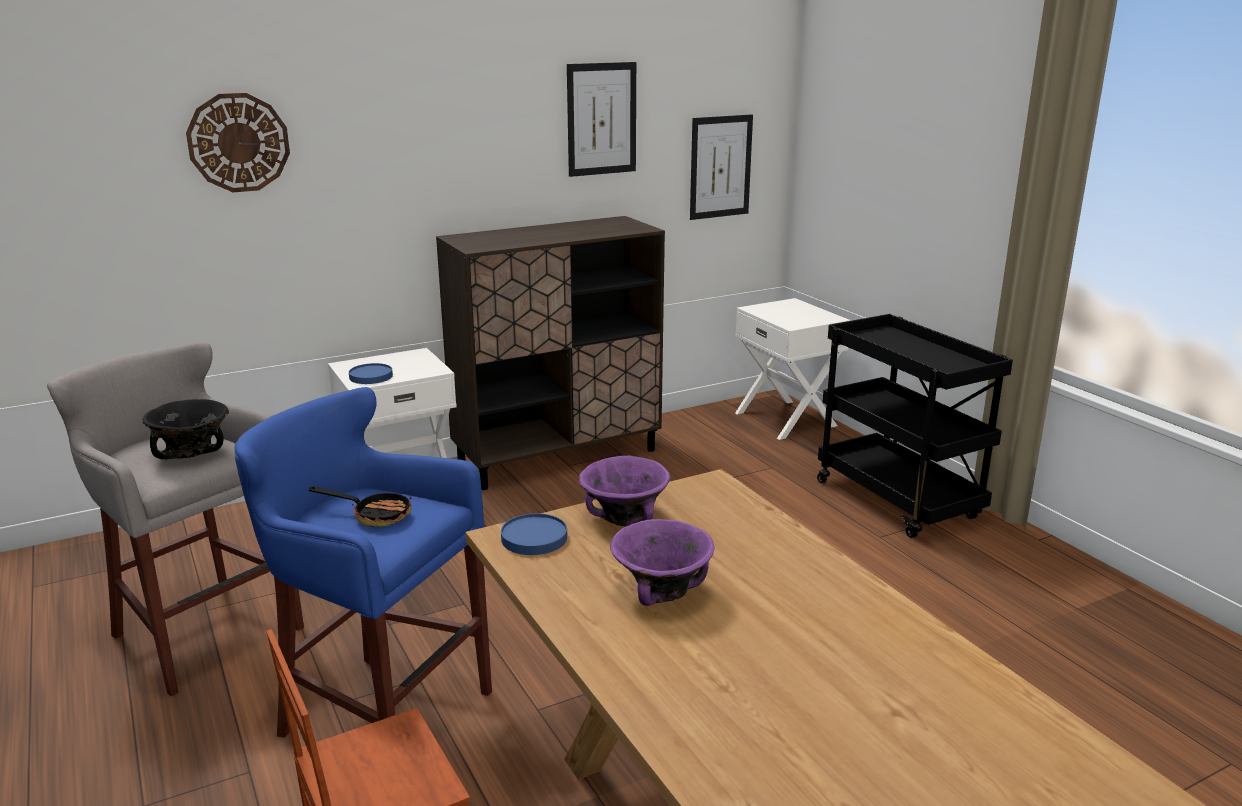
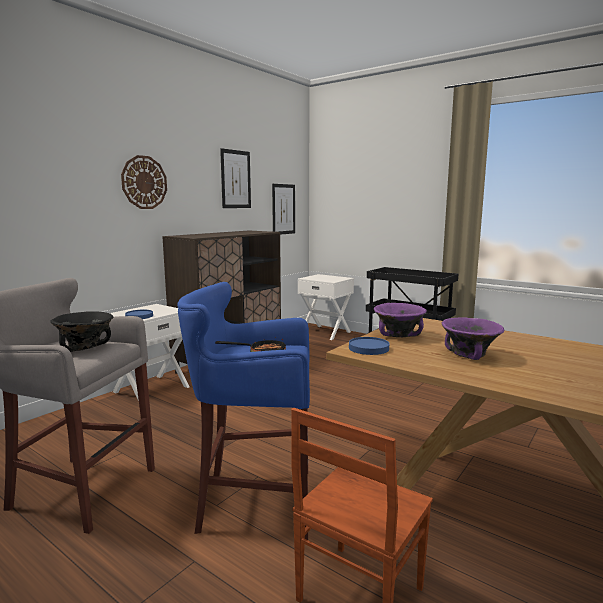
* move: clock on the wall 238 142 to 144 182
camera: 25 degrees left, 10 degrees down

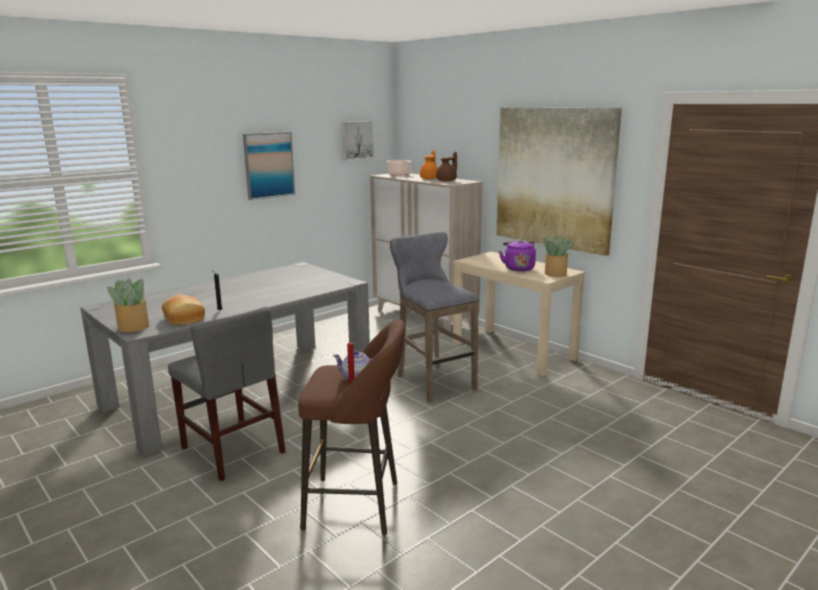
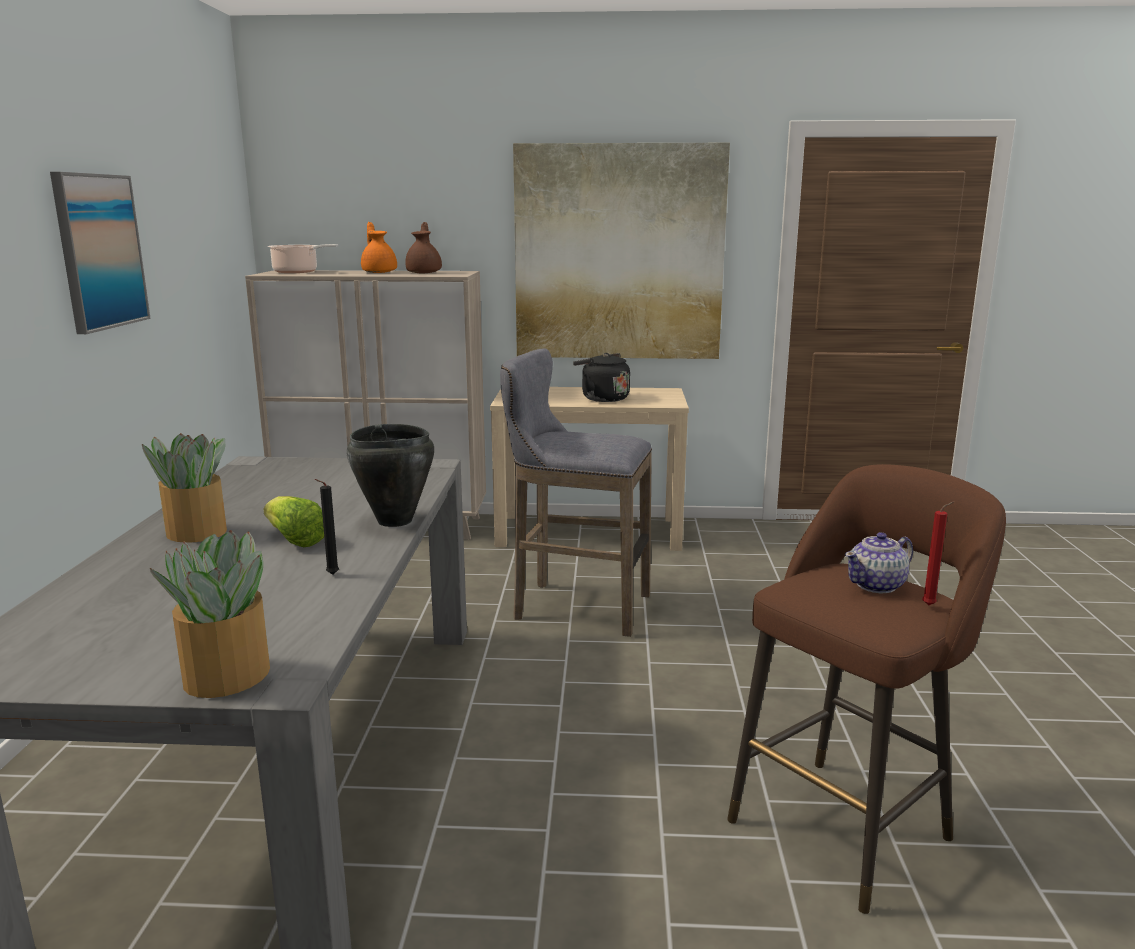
* delete: bakery bread 185 318
* delete: chair/greyish 232 450
* delete: wall picture 356 140
* recolor: water kettle/purple 518 268 to water kettle/blackish 602 398
* move: plant in a pot 555 274 to 195 532
* insert: head of lettuce 294 540
* insert: cooking pot/blackish 394 521
camera: 45 degrees left, 0 degrees up

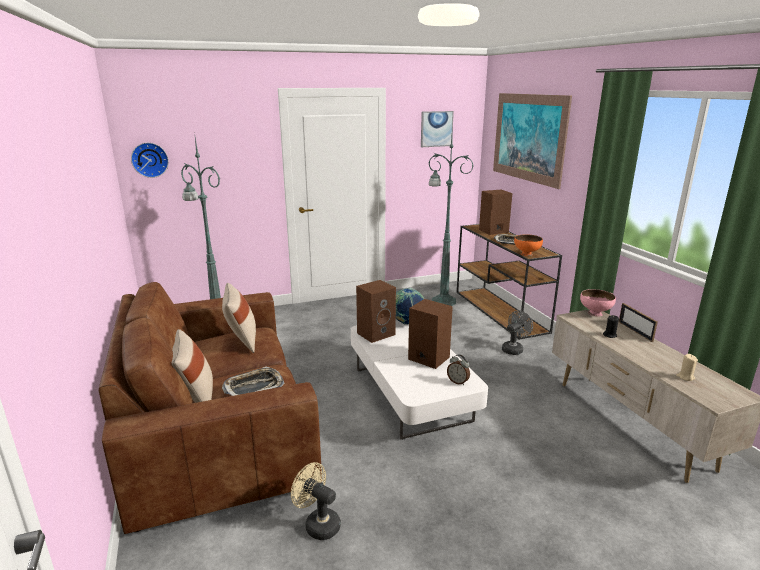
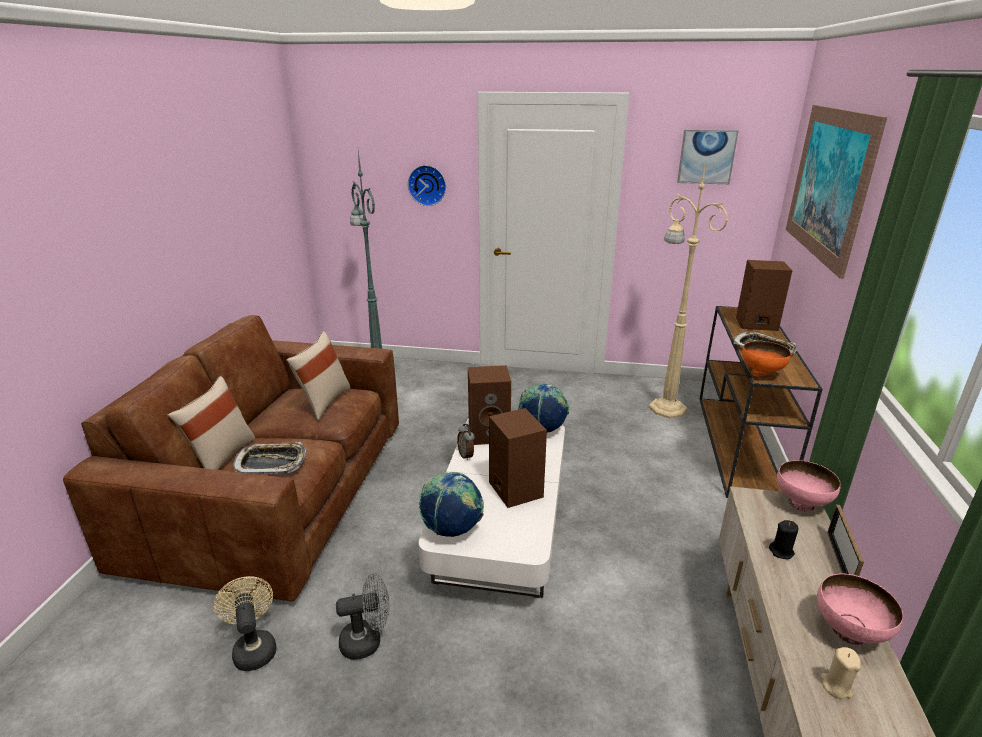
* move: clock on the wall 150 159 to 427 185
* recolor: standing lamp/green 442 301 to standing lamp/sand-coloured 666 407
* move: table clock 458 382 to 466 455
* move: fan/greyish 514 349 to 367 641
* insert: globe 452 529
* insert: deep dish/pink 848 632
camera: 30 degrees right, 5 degrees up

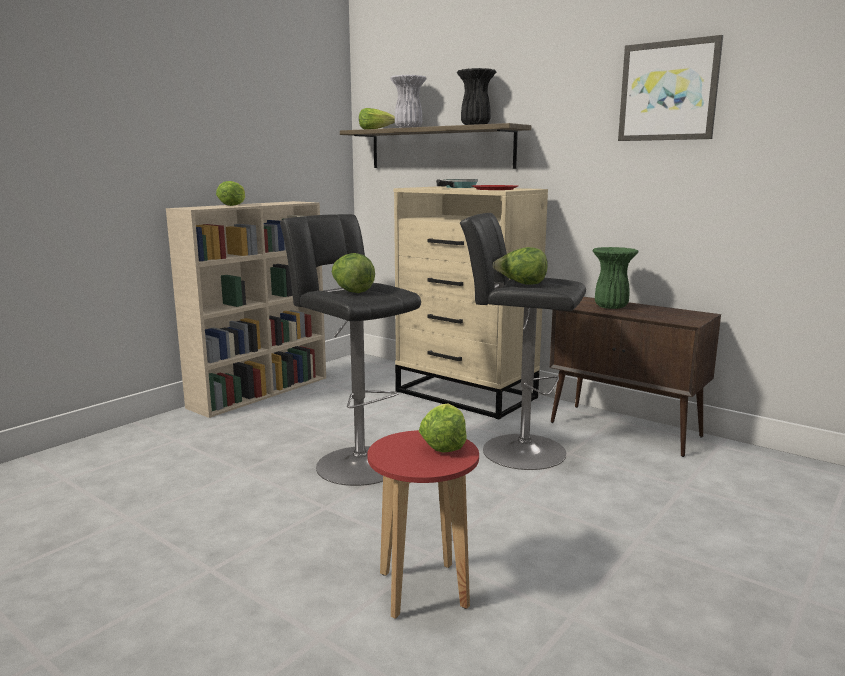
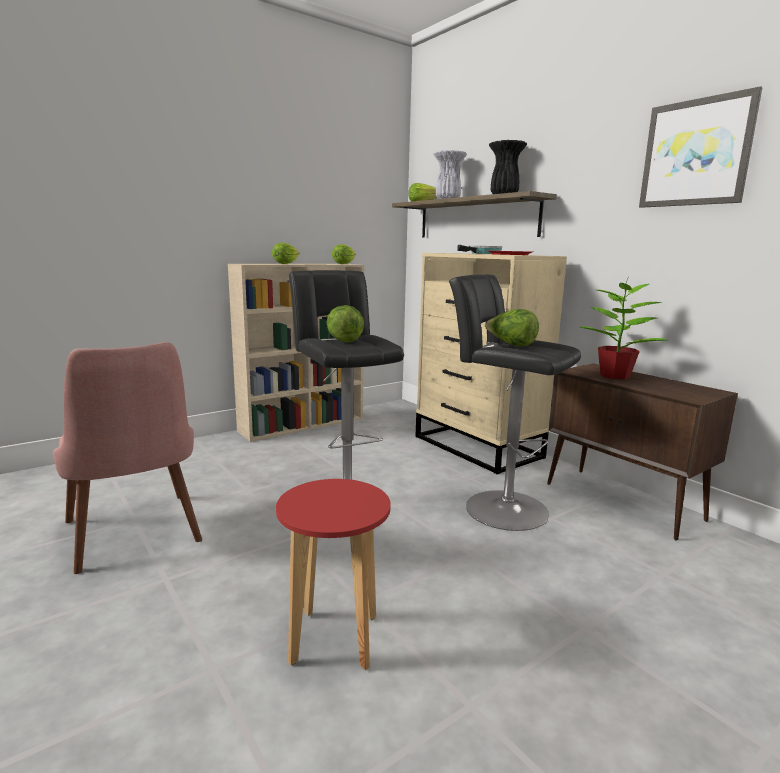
* move: head of lettuce 443 444 to 344 264
* replace: flower vase/green 611 307 to plant in a pot 615 376
* insert: chair/pink 137 539
camera: 15 degrees right, 0 degrees up

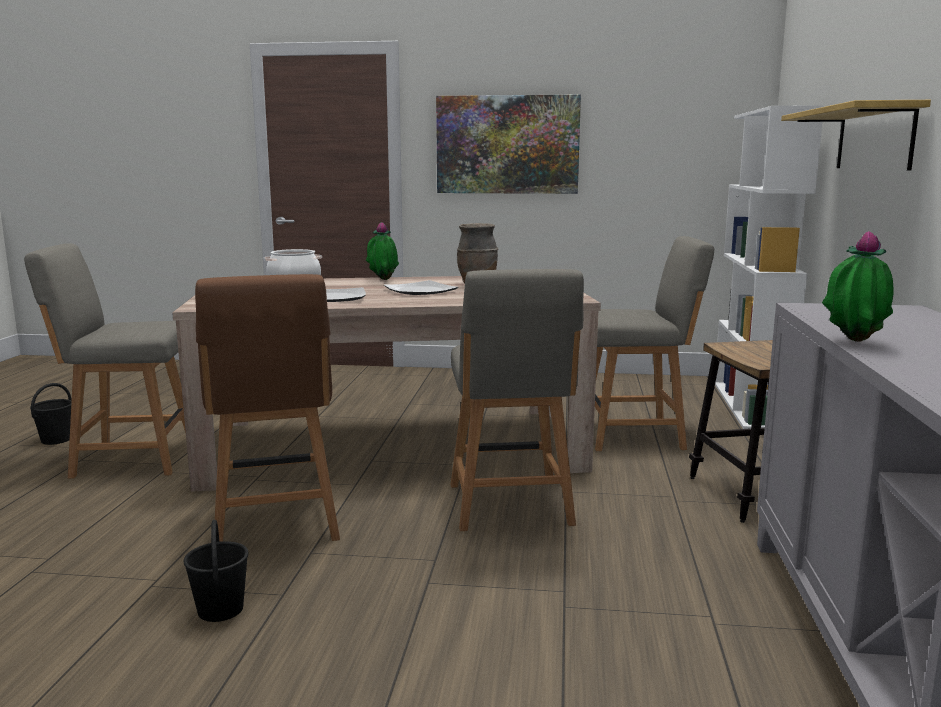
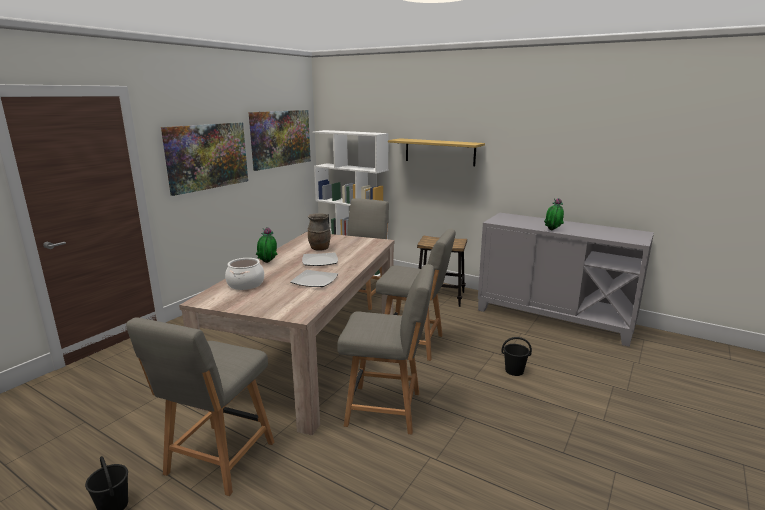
* move: bucket/blackish 220 610 to 514 371
* recolor: chair/brown 276 524 to chair/greyish 387 409
* insert: wall picture 280 138
camera: 65 degrees left, 5 degrees up

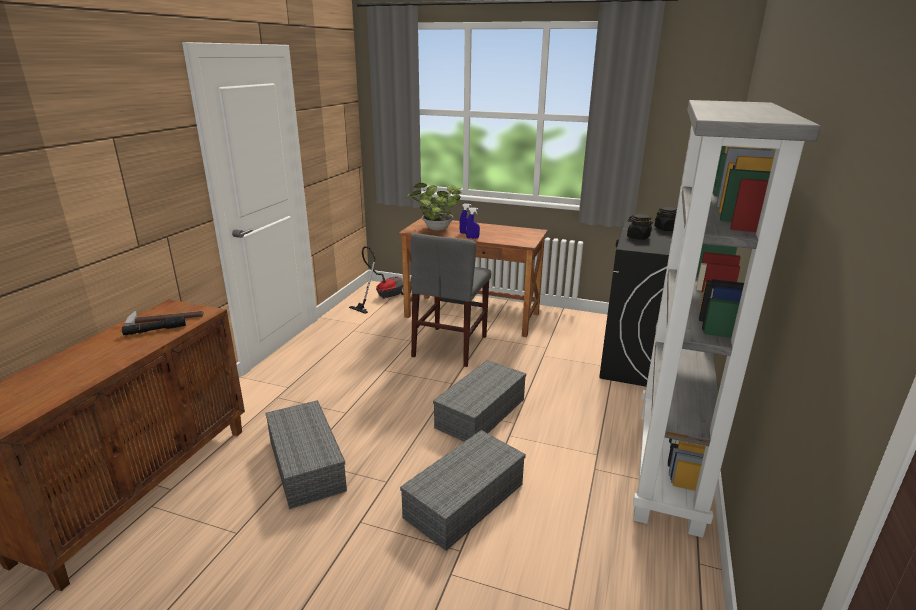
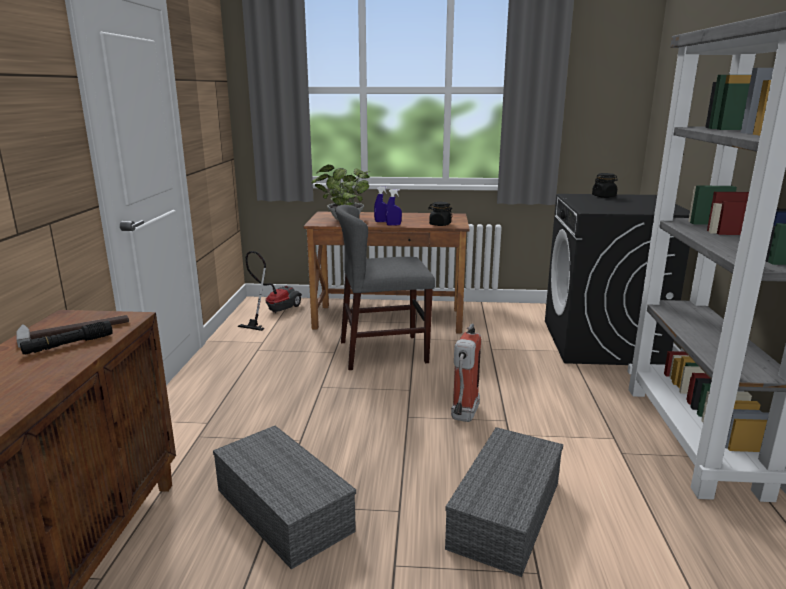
* rotate: chair/greyish 450 346 = 383 352 75 degrees clockwise
* replace: storage box/greyish 480 414 to fire extinguisher 463 417
* move: storage jar/blackish 638 237 to 440 224
camera: 15 degrees left, 5 degrees down

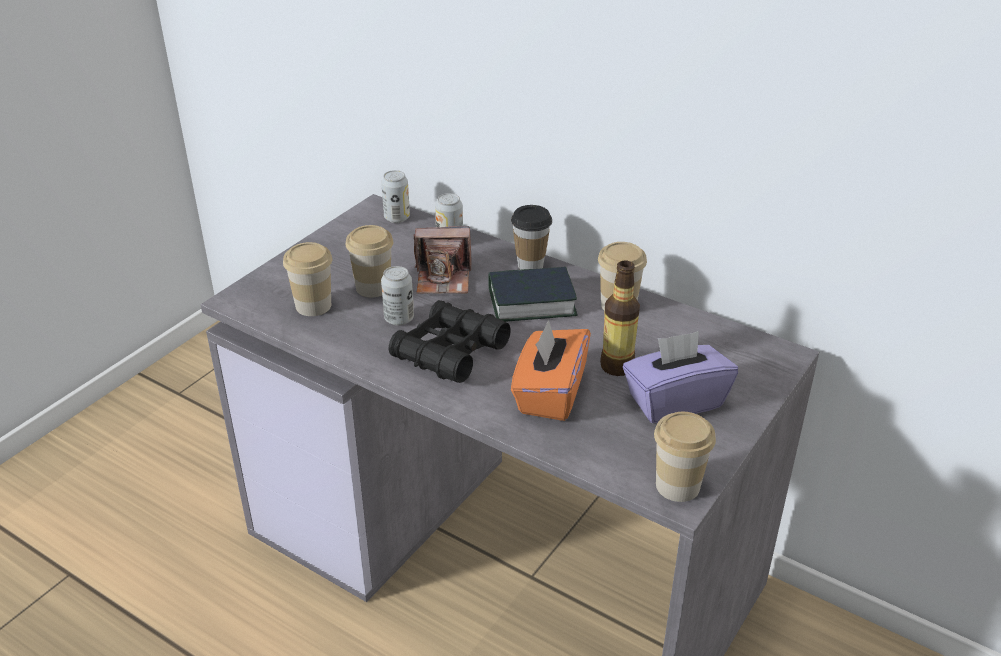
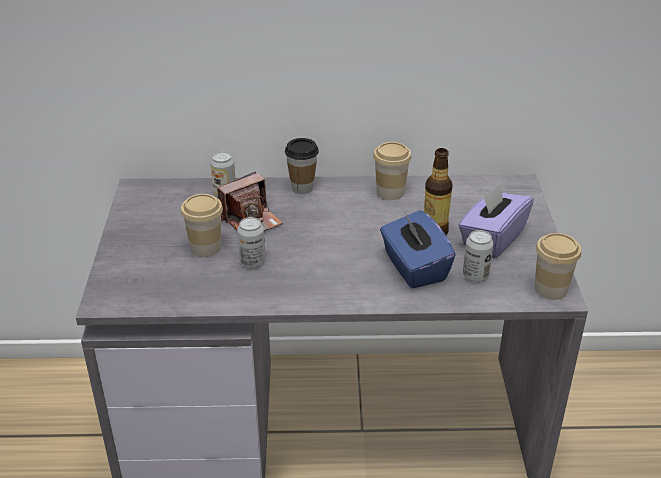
* delete: drinking cup 313 305
* move: sealed can 397 218 to 475 275
* delete: field glasses/blackish 449 352
* delete: bound book 531 302
* recolor: tissue holder/orange 549 394 to tissue holder/blue 414 268
camera: 35 degrees left, 0 degrees up

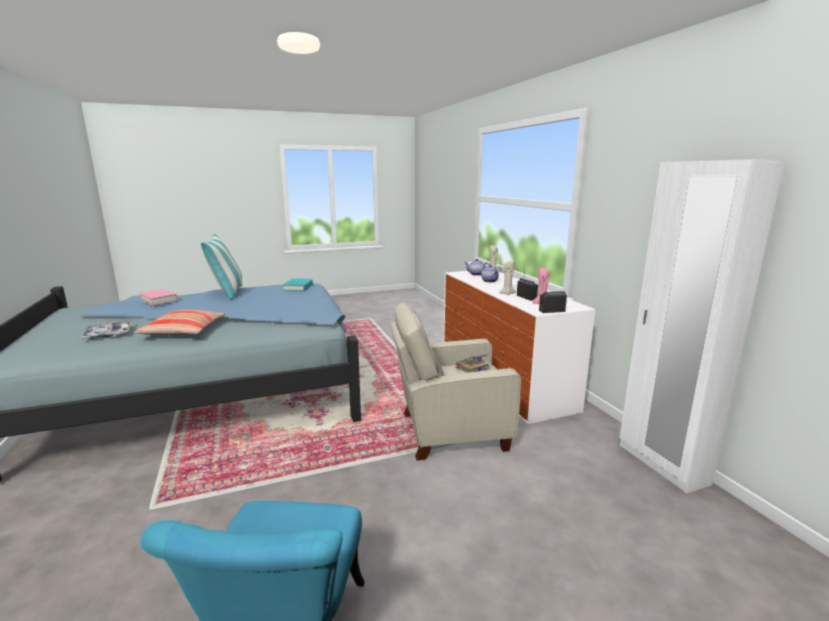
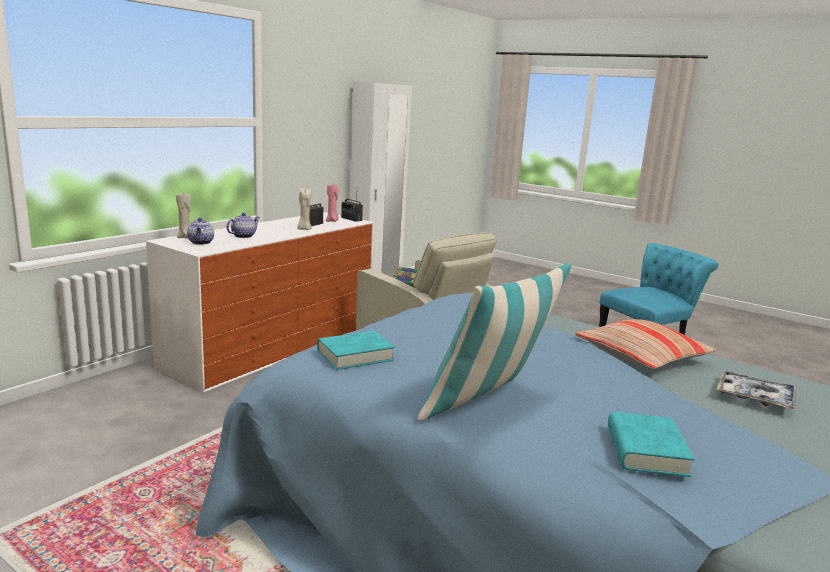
* recolor: bound book/pink 159 300 to bound book/turquoise-coloured 646 451
camera: 125 degrees left, 0 degrees up

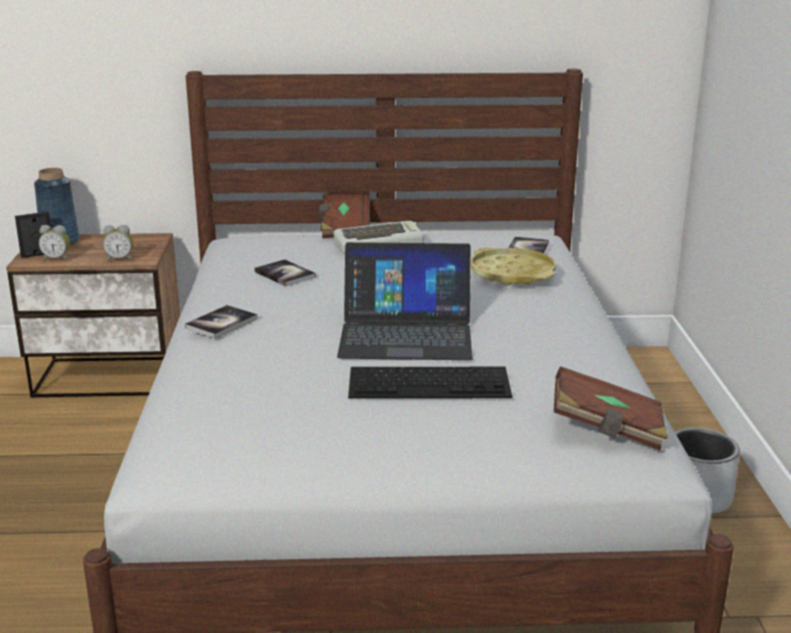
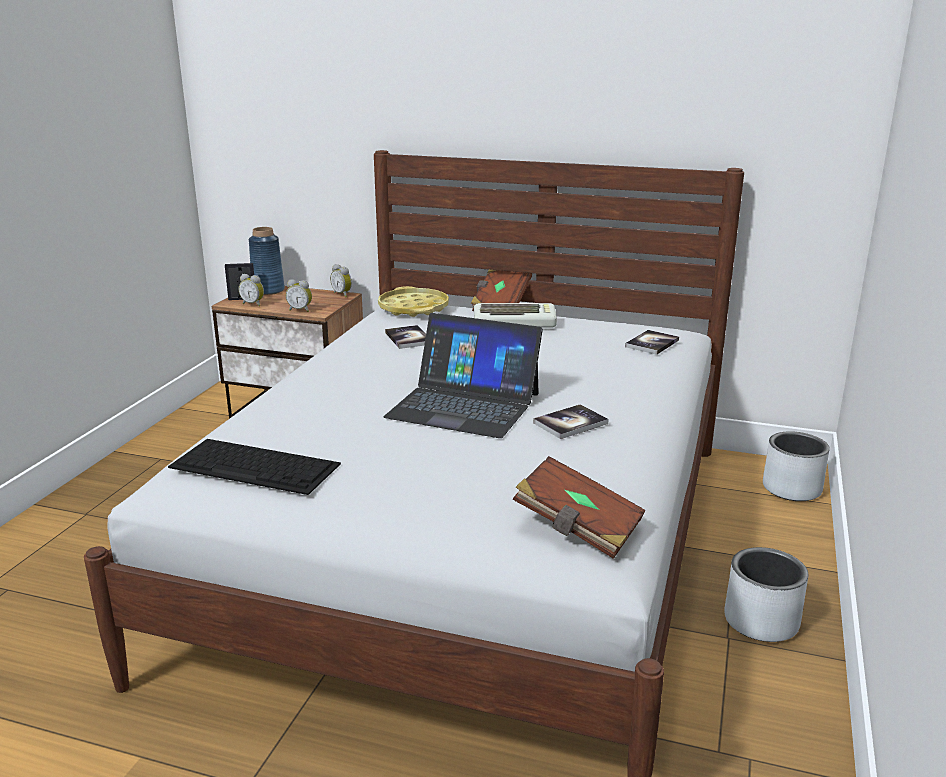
* move: bound book 221 323 to 570 423
* move: keyboard 430 382 to 256 465
* move: carrying tray/yellow 512 274 to 413 308
* insert: table clock 343 294
* insert: plant pot/greyish 792 489
camera: 20 degrees right, 0 degrees up

